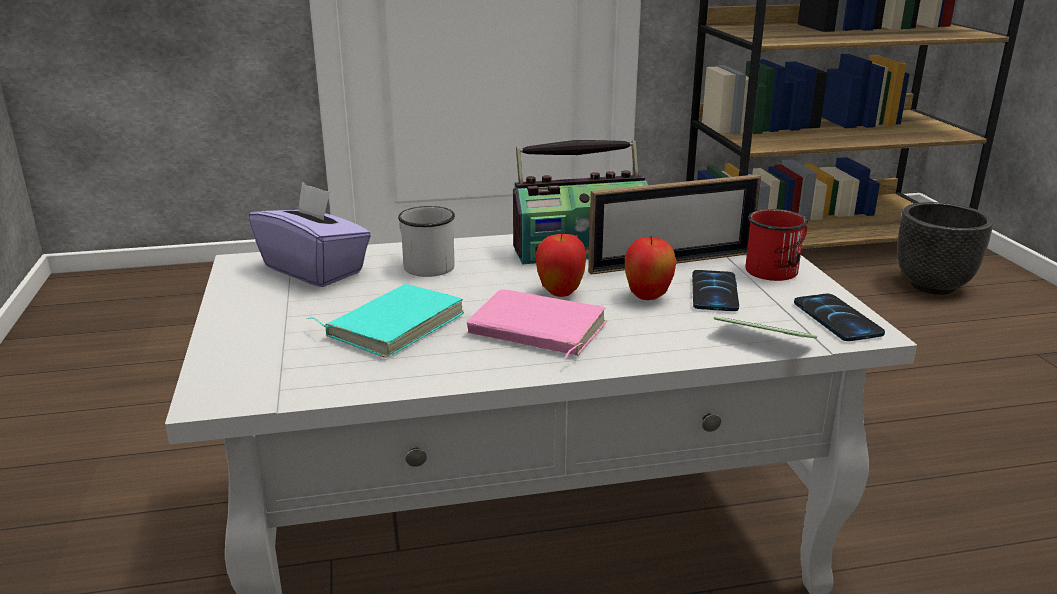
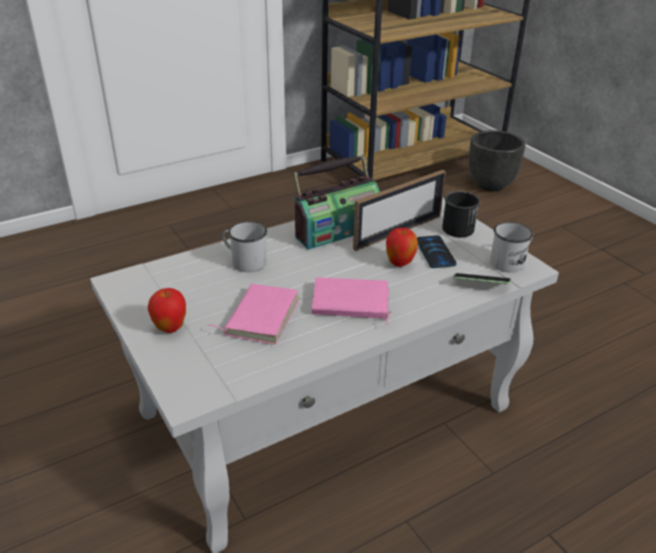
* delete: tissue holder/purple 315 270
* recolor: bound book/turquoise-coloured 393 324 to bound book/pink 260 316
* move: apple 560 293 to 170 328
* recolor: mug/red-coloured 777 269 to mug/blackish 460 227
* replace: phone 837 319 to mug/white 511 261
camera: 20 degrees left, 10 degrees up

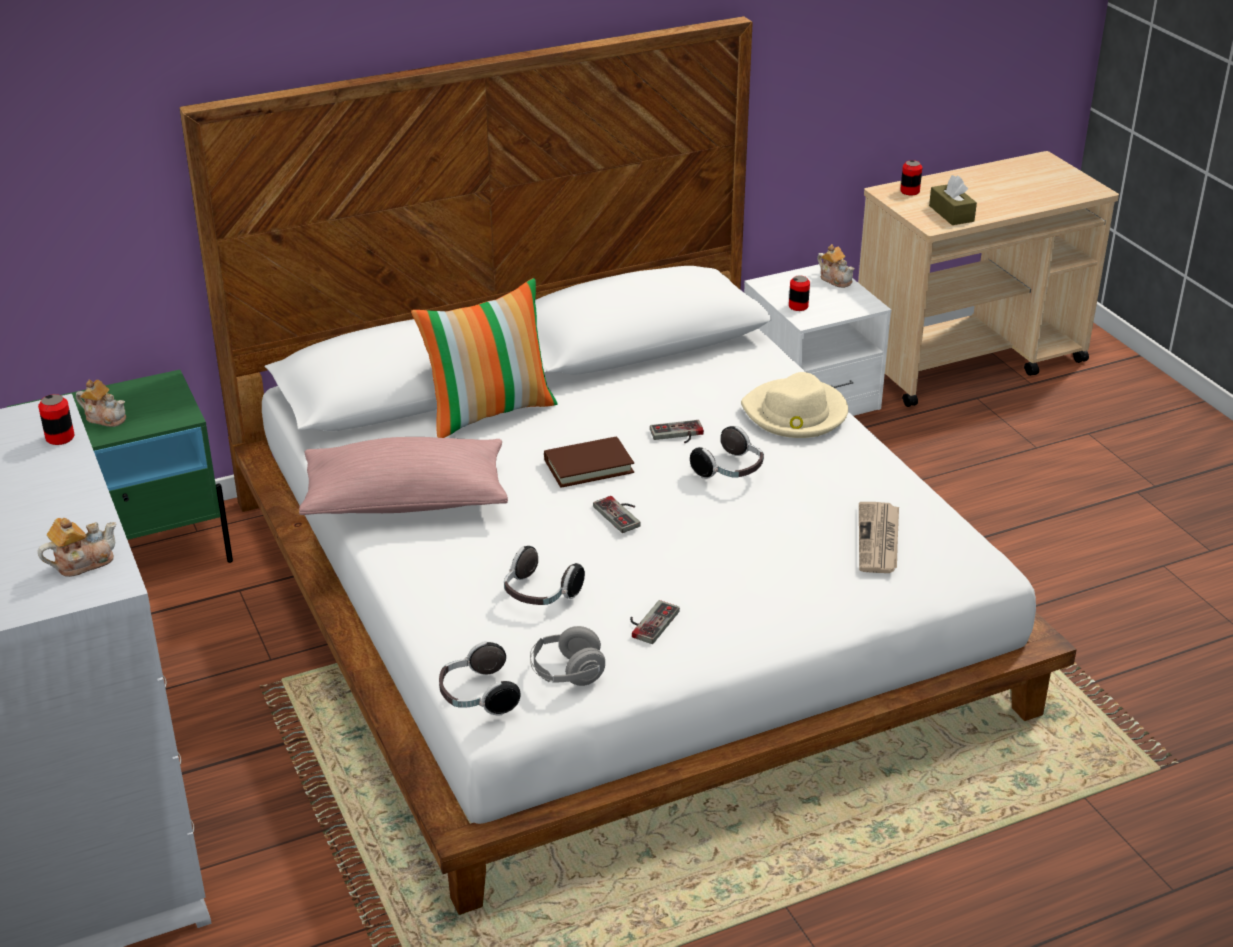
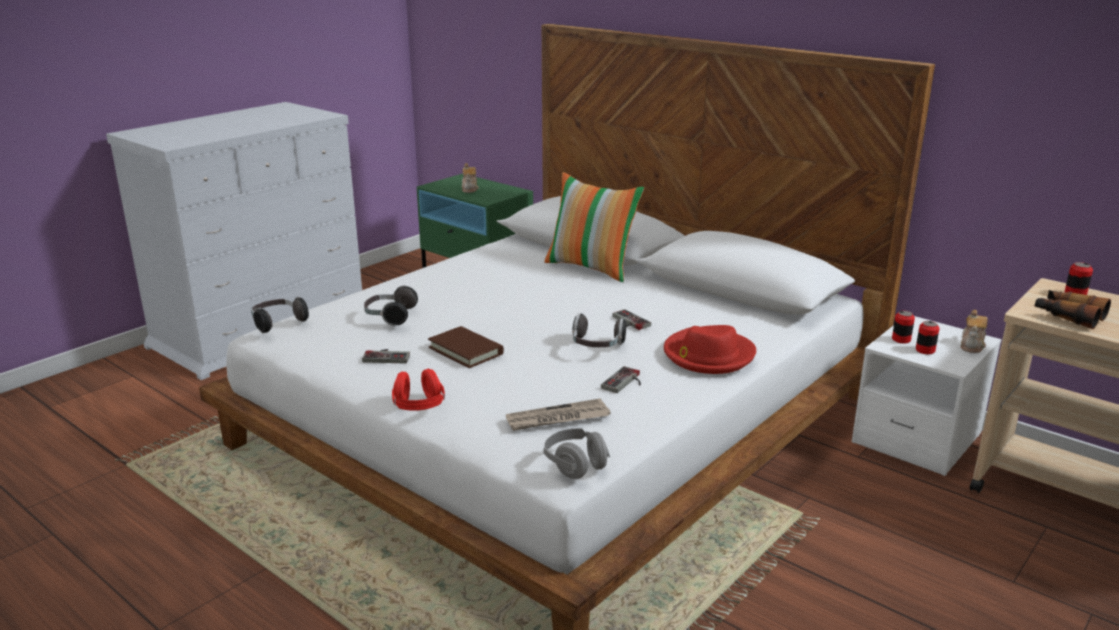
* move: sealed can 60 437 to 925 350
* delete: tea pot 82 562
* delete: pillow/pink 406 501
* move: headphones/greyish 567 673 to 575 465
* move: bound book/brown 588 466 to 465 351
* move: game controller 622 514 to 625 382
* recolor: hat/sand-coloured 795 413 to hat/red-coloured 708 355
* replace: tissue holder/brown 951 213 to field glasses 1068 316
* insert: headphones/red-coloured 419 407
camera: 65 degrees right, 10 degrees down

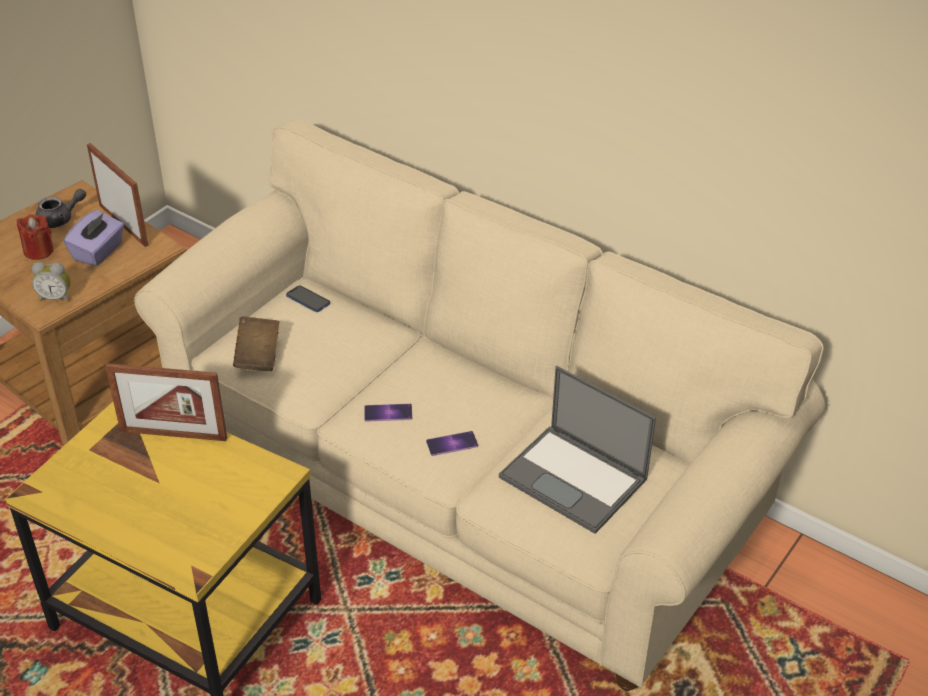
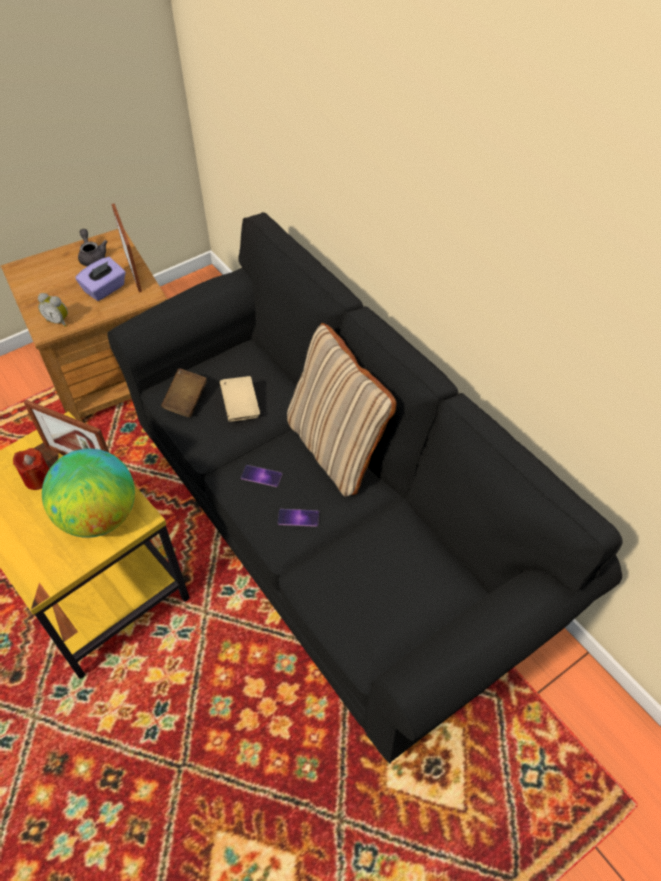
* move: wax candle/red-coloured 38 251 to 38 479
* rotate: tea pot/greyish 60 219 = 92 257 105 degrees counterclockwise
* recolor: couch/sand-coloured 463 485 to couch/blackish 332 530
* delete: phone 308 300
* delete: laptop 575 479
* insert: globe 100 517
* insert: bound book/sand-coloured 241 406
* insert: pillow/sand-coloured 336 448
camera: 20 degrees right, 10 degrees up

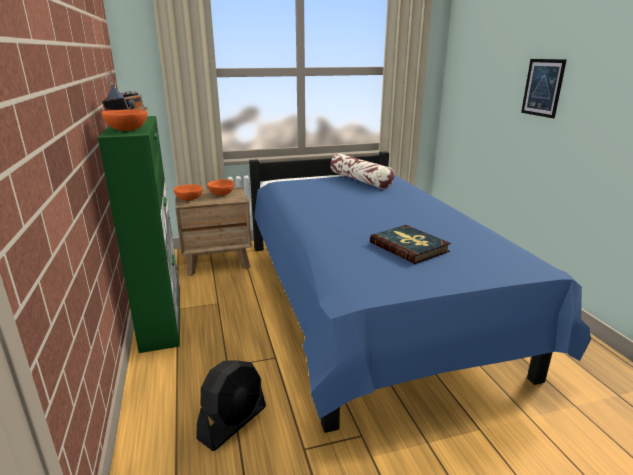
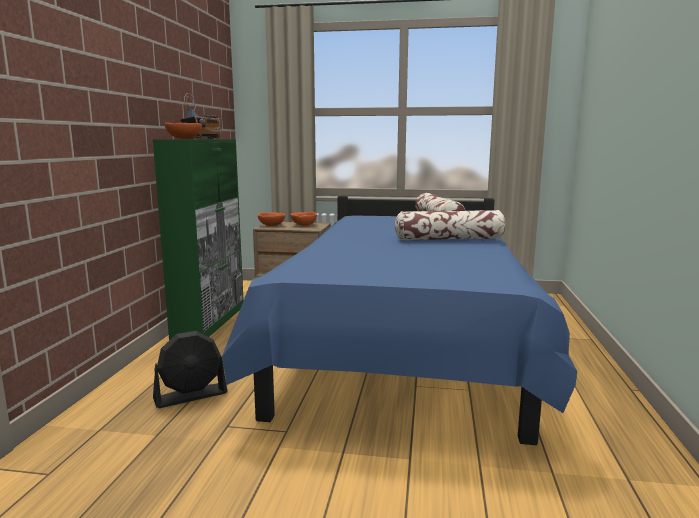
* delete: bound book 409 247
* delete: wall picture 542 87
* insert: pillow 449 239
camera: 25 degrees right, 10 degrees down

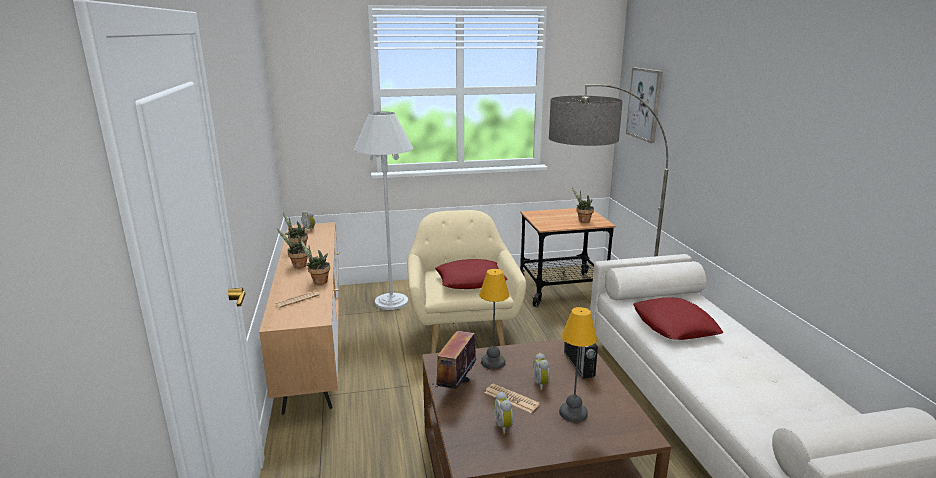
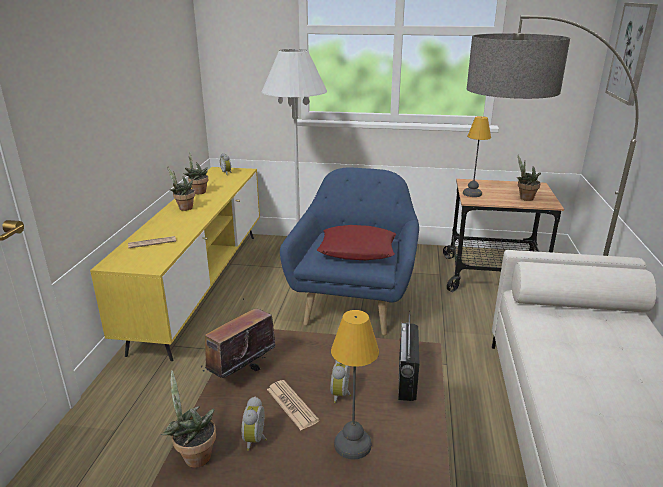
* recolor: media console/brown 314 340 to media console/yellow 202 286
* move: plant in a pot 318 281 to 194 456
* recolor: easy chair/sand-coloured 463 330 to easy chair/blue 354 303
* move: lamp for a table 494 362 to 472 194
* delete: pillow/red-coloured 674 325
camera: 20 degrees right, 5 degrees up

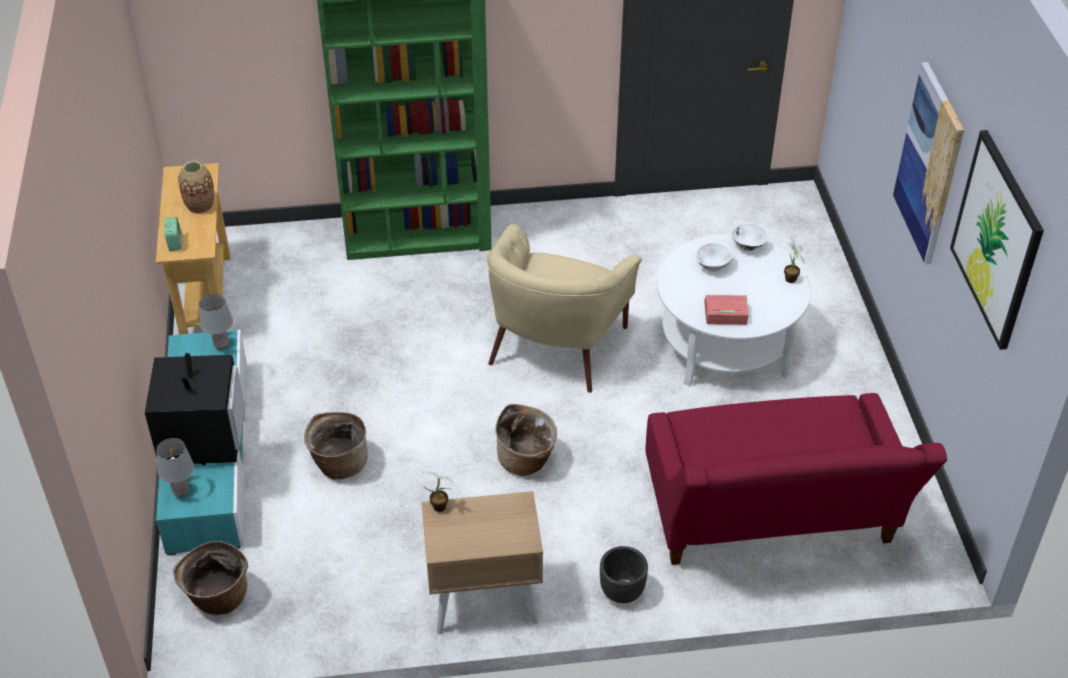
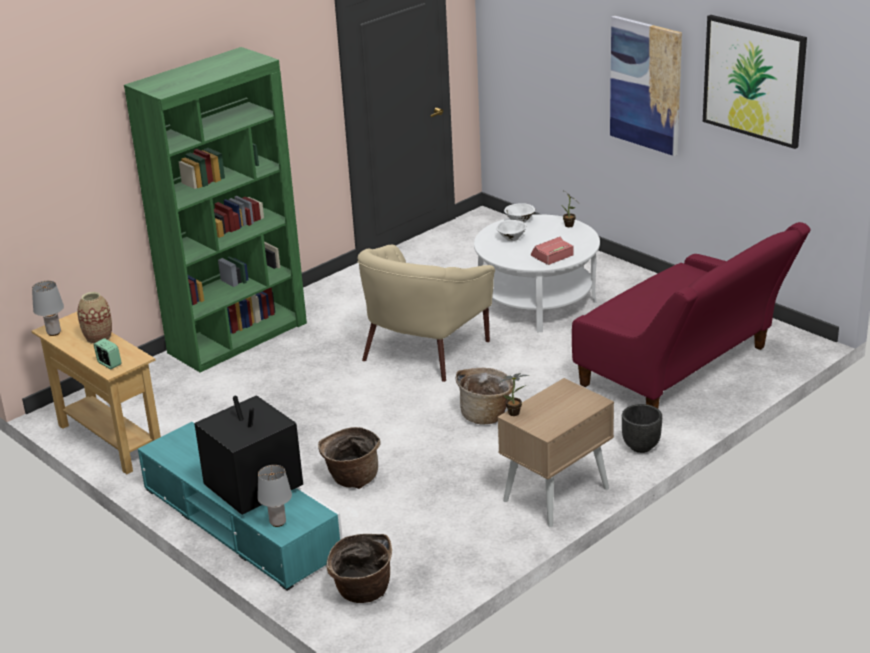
* move: lamp for a table/greyish 221 345 to 54 333
* rotate: easy chair/sand-coloured 556 345 = 424 350 45 degrees clockwise
camera: 35 degrees left, 15 degrees down

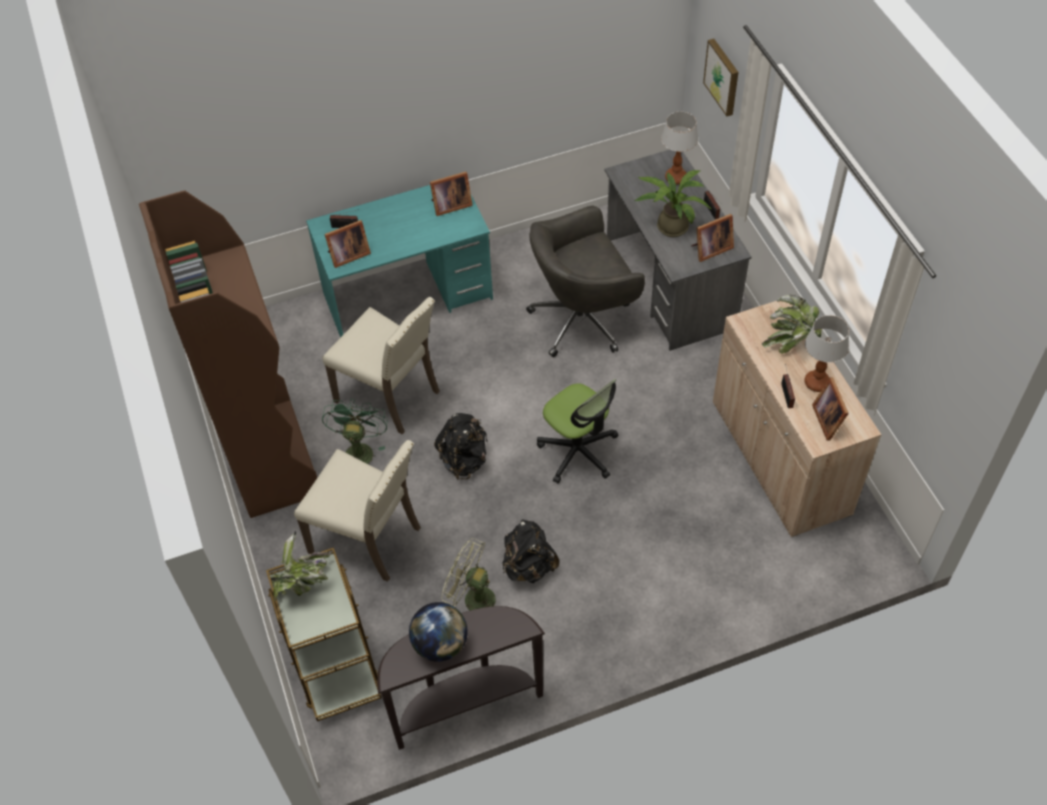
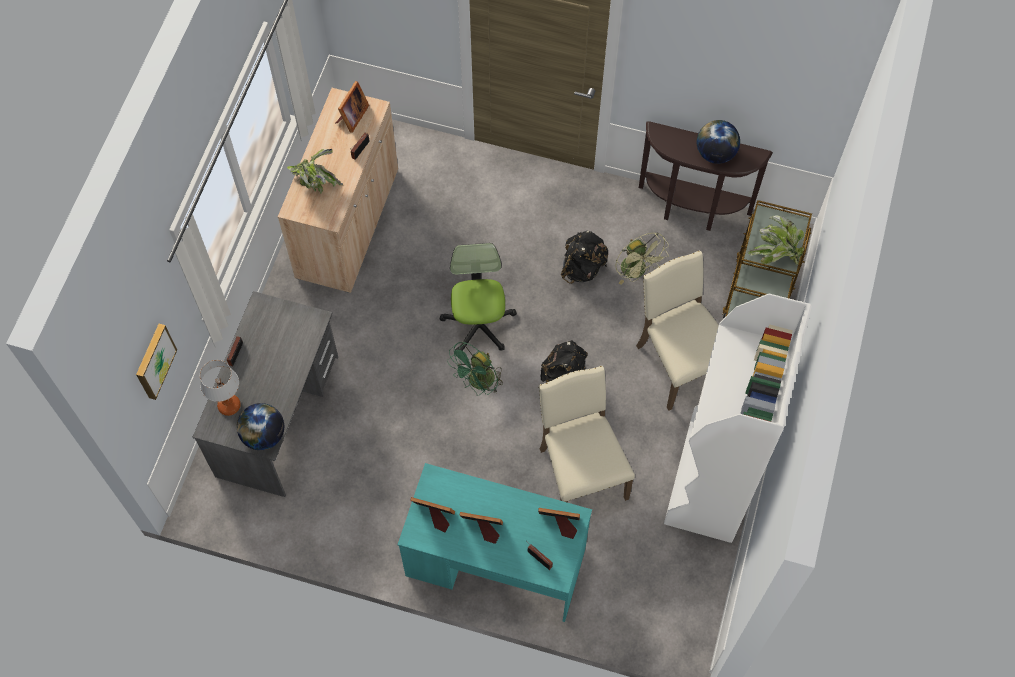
* recolor: bookcase/brown 270 457 to bookcase/white 711 482
* move: fan/green 358 449 to 478 383
* delete: desk chair/greyish 583 319
* delete: plant in a pot 669 224
* move: standing frame 710 249 to 482 528
* delete: lamp for a table 816 382
* insert: globe 264 435
camera: 145 degrees left, 10 degrees up

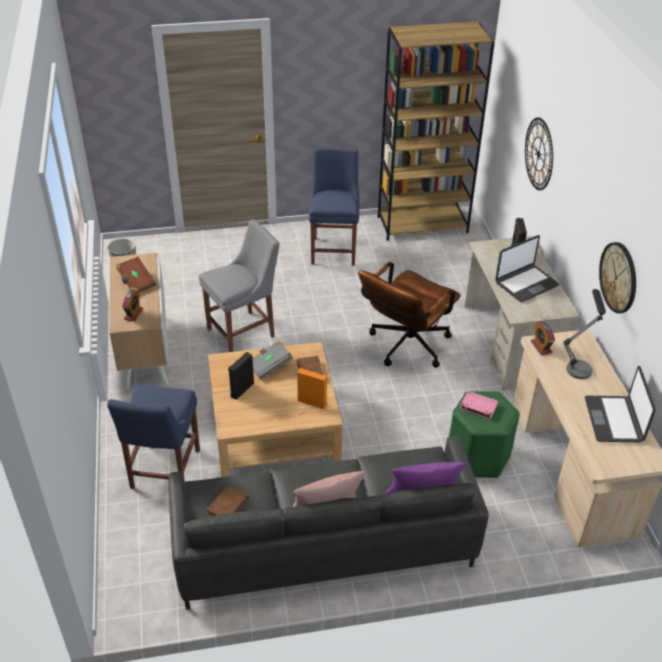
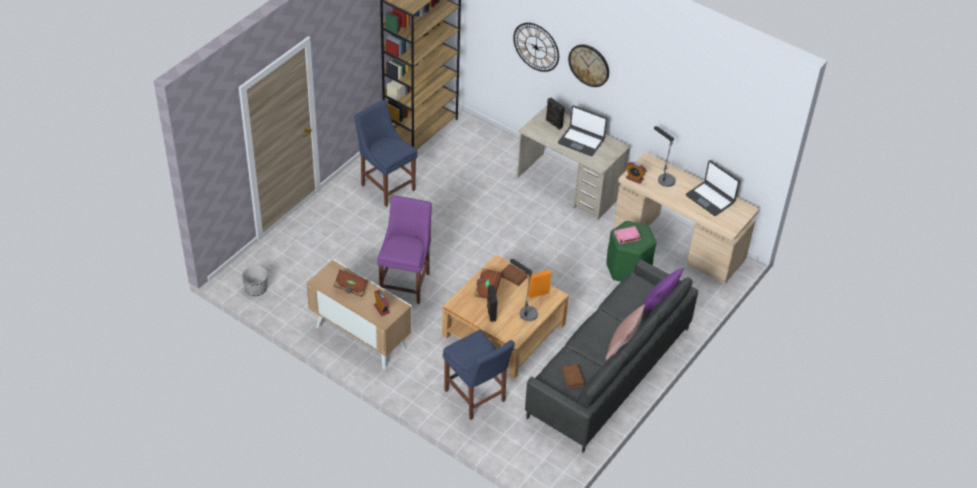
* recolor: chair/greyish 244 332 to chair/purple 406 282
* recolor: bound book/greyish 269 366 to bound book/brown 487 288
* delete: desk chair/brown 405 347
* rotate: laptop 526 283 = 581 141 105 degrees clockwise
* move: clock on the wall 618 277 to 589 65
* insert: lamp for a table 525 310
camera: 45 degrees left, 5 degrees up

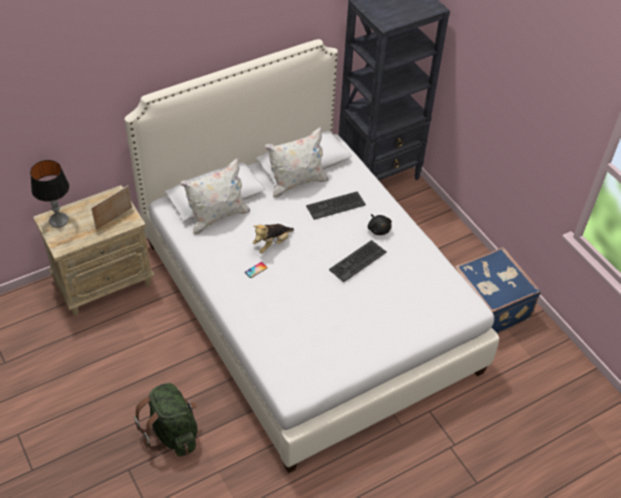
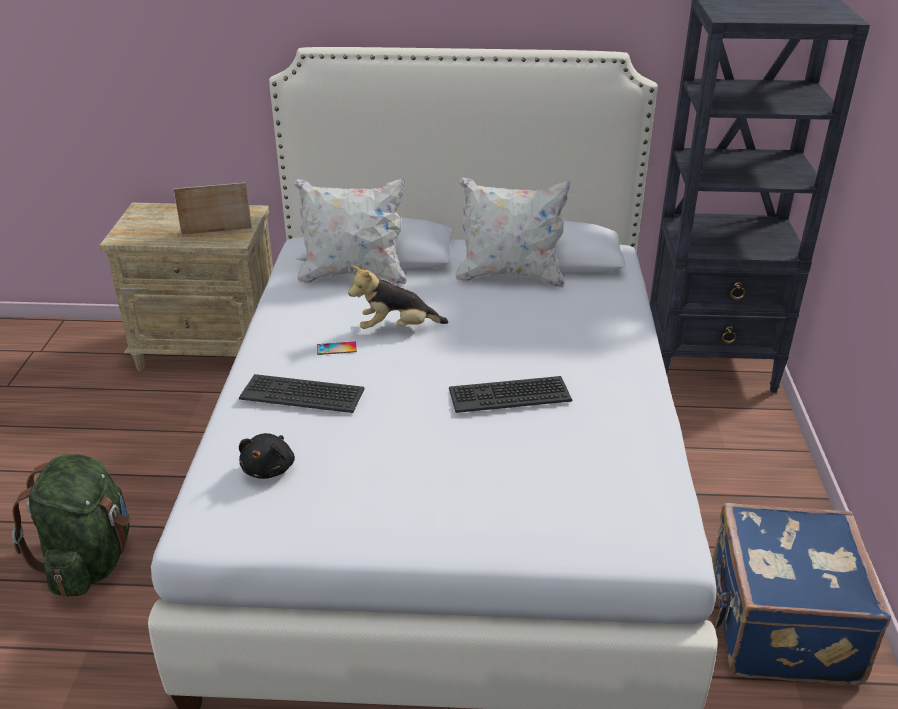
* delete: lamp for a table 59 220
* move: keyboard 335 205 to 302 394
* move: plush toy/blackish 378 229 to 270 468
camera: 35 degrees right, 15 degrees down

